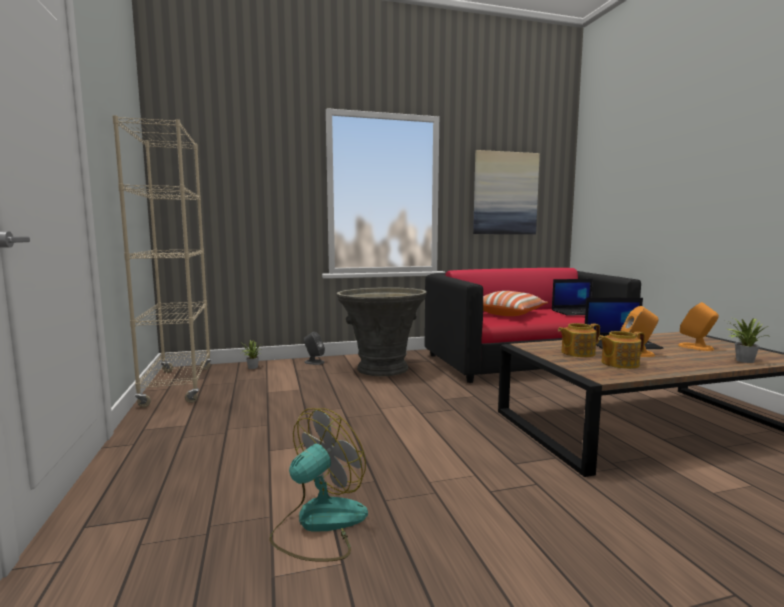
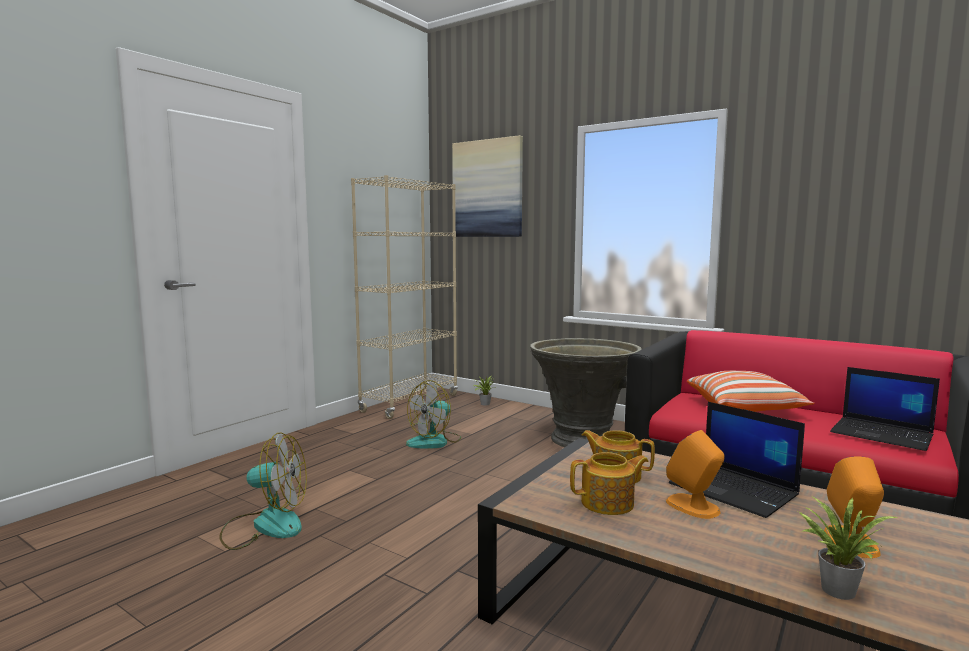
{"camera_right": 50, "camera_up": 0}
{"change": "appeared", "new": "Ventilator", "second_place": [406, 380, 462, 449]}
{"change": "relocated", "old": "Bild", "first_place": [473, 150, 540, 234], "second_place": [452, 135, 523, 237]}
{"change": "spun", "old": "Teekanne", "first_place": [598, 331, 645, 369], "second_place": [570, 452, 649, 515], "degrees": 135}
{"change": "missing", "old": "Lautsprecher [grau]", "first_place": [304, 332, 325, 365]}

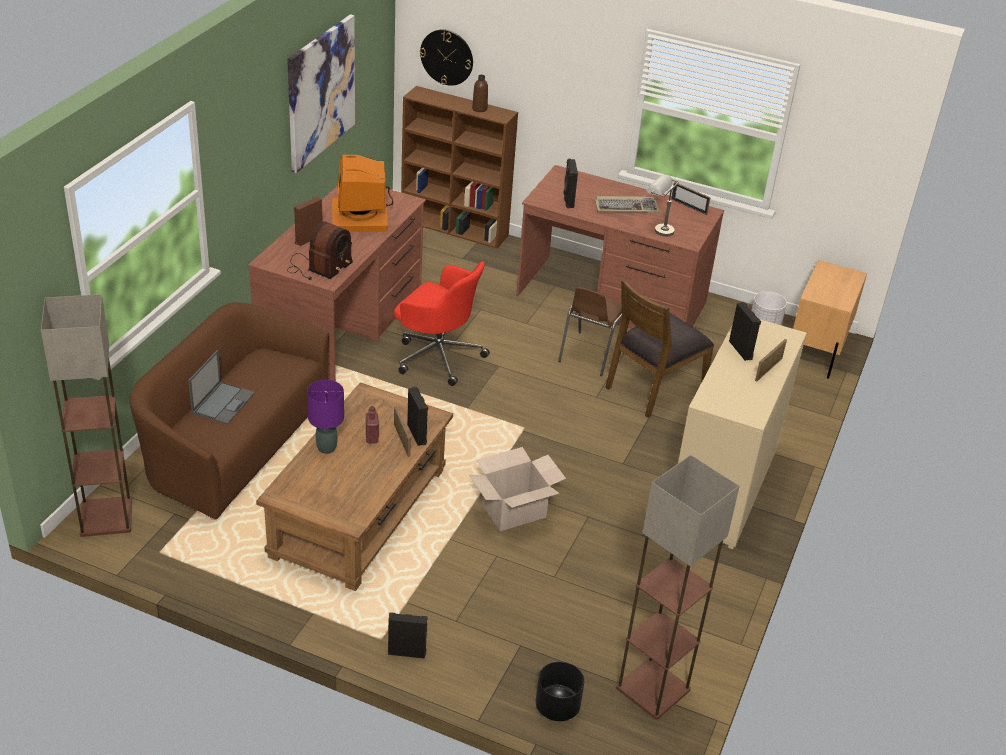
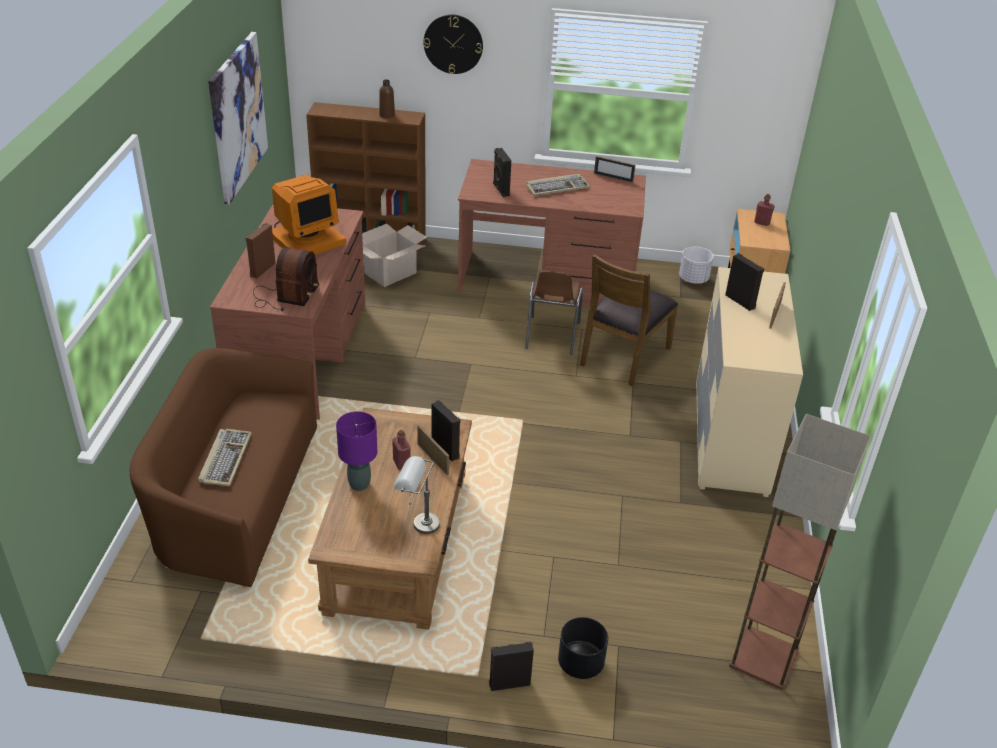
{"camera_right": -15, "camera_up": 0}
{"change": "exchanged", "old": "Laptop", "new": "Tastatur", "first_place": [188, 350, 255, 425], "second_place": [198, 429, 252, 486]}
{"change": "spun", "old": "Monitor", "first_place": [332, 155, 393, 232], "second_place": [272, 174, 346, 254], "degrees": -105}
{"change": "relocated", "old": "Karton", "first_place": [469, 447, 566, 531], "second_place": [362, 224, 427, 287]}
{"change": "relocated", "old": "Tischlampe [grau]", "first_place": [646, 175, 679, 236], "second_place": [394, 456, 440, 534]}
{"change": "relocated", "old": "Wanduhr", "first_place": [420, 29, 473, 86], "second_place": [424, 14, 483, 74]}
{"change": "relocated", "old": "Pflanzkübel [schwarz]", "first_place": [536, 661, 584, 721], "second_place": [558, 617, 608, 679]}
{"change": "appeared", "new": "Flasche [rot]", "second_place": [754, 194, 775, 226]}
{"change": "missing", "old": "Stehlampe", "first_place": [41, 294, 132, 537]}
{"change": "missing", "old": "Bürostuhl [rot]", "first_place": [394, 262, 490, 386]}

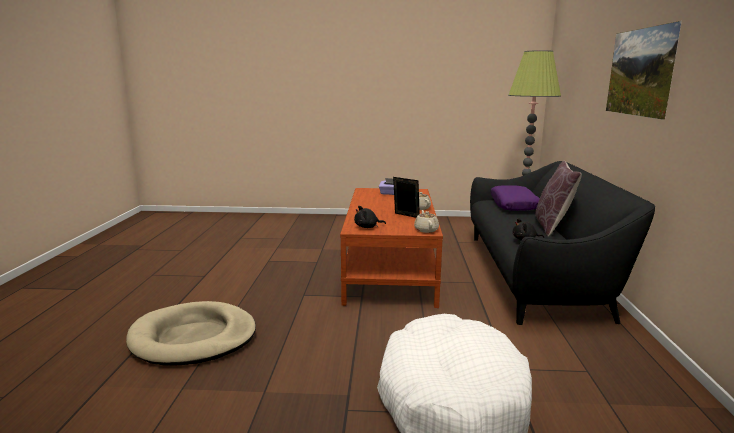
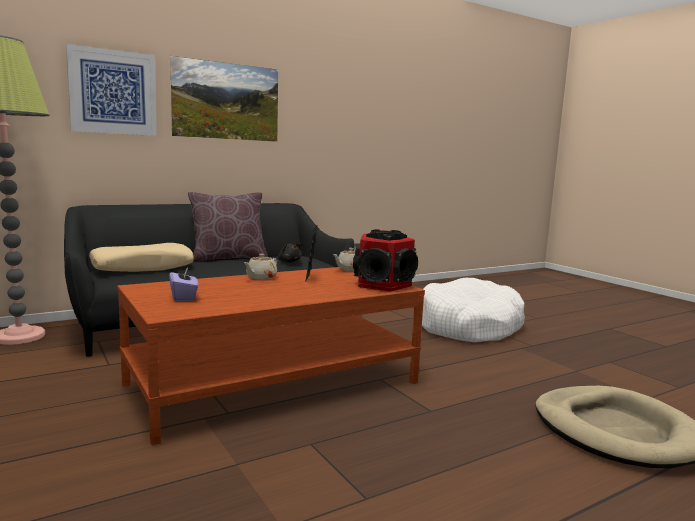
{"camera_right": -125, "camera_up": -5}
{"change": "appeared", "new": "Bild", "second_place": [66, 44, 157, 136]}
{"change": "colour", "old": "Kissen [lila]", "new": "Kissen [beige]", "first_place": [490, 185, 540, 211], "second_place": [89, 243, 194, 272]}
{"change": "exchanged", "old": "Plüschtier [schwarz]", "new": "Lautsprecher", "first_place": [354, 206, 386, 228], "second_place": [353, 229, 418, 292]}

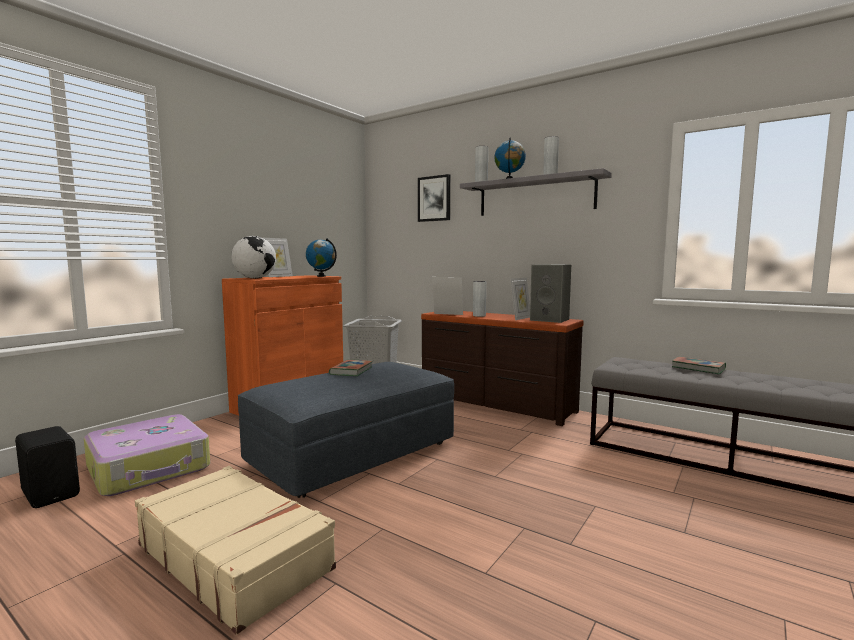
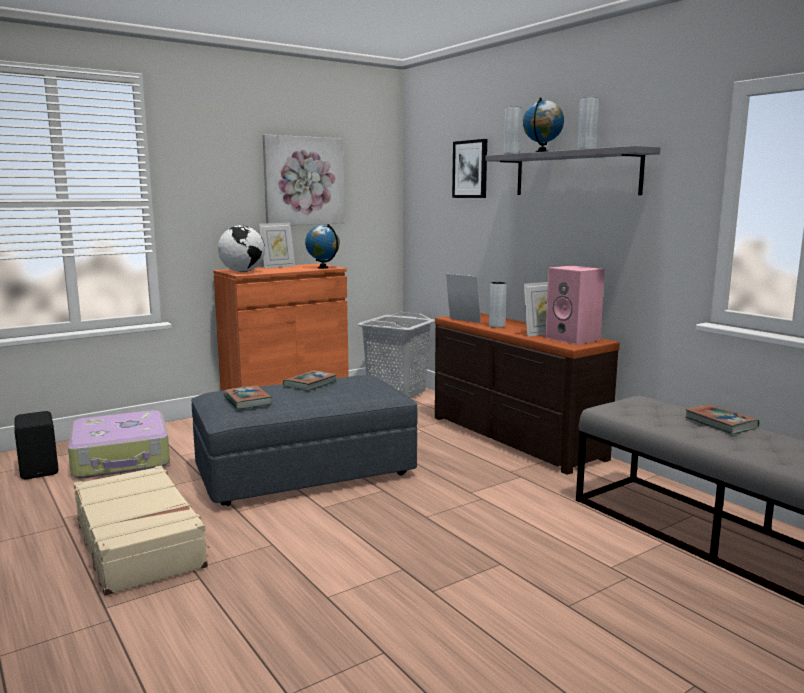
{"camera_right": 20, "camera_up": 5}
{"change": "appeared", "new": "Buch", "second_place": [224, 386, 272, 410]}
{"change": "appeared", "new": "Bild", "second_place": [263, 135, 344, 225]}
{"change": "colour", "old": "Lautsprecher [grau]", "new": "Lautsprecher [rosa]", "first_place": [530, 264, 571, 323], "second_place": [545, 265, 605, 345]}

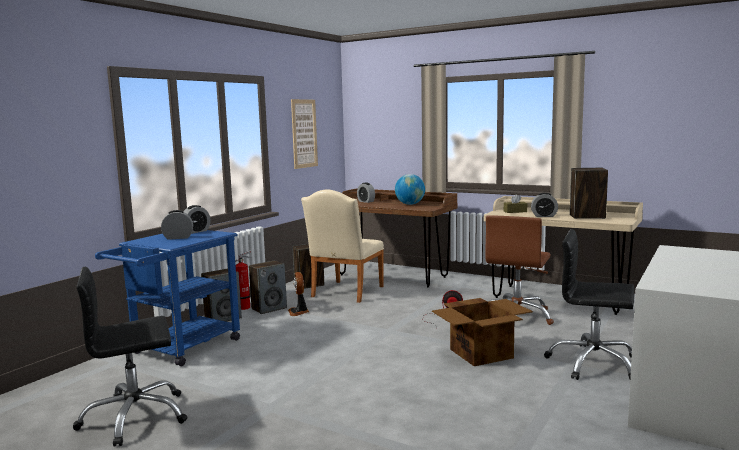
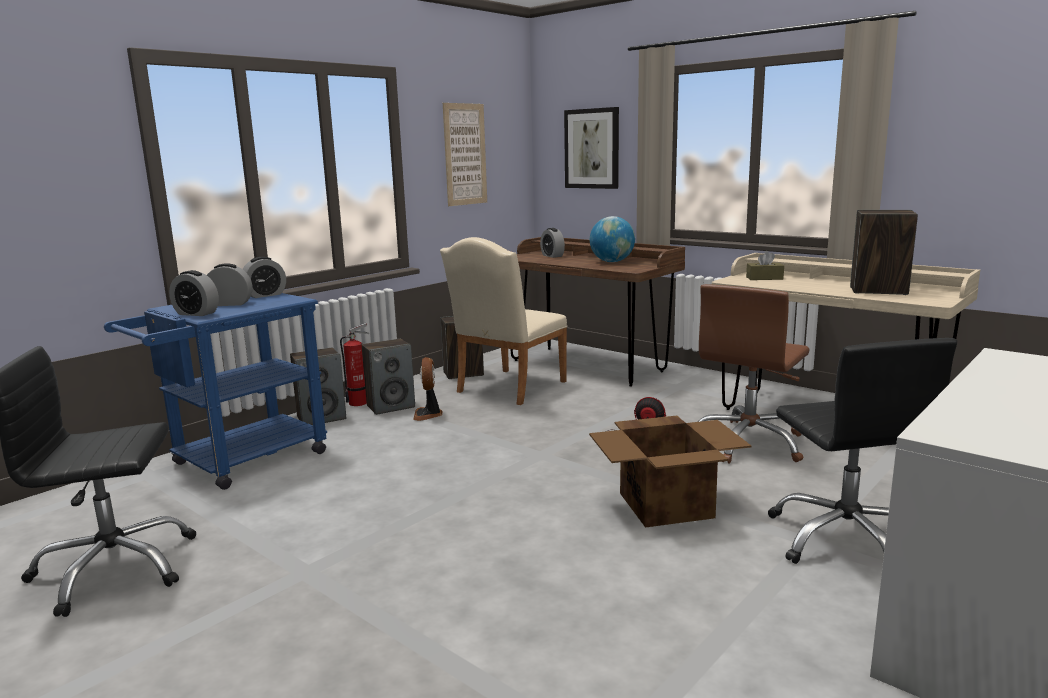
{"camera_right": 10, "camera_up": 5}
{"change": "relocated", "old": "Wecker", "first_place": [531, 193, 558, 217], "second_place": [169, 270, 219, 316]}
{"change": "appeared", "new": "Bild", "second_place": [564, 107, 619, 189]}
{"change": "spun", "old": "Bürostuhl [schwarz]", "first_place": [544, 229, 634, 380], "second_place": [768, 338, 957, 564], "degrees": -135}

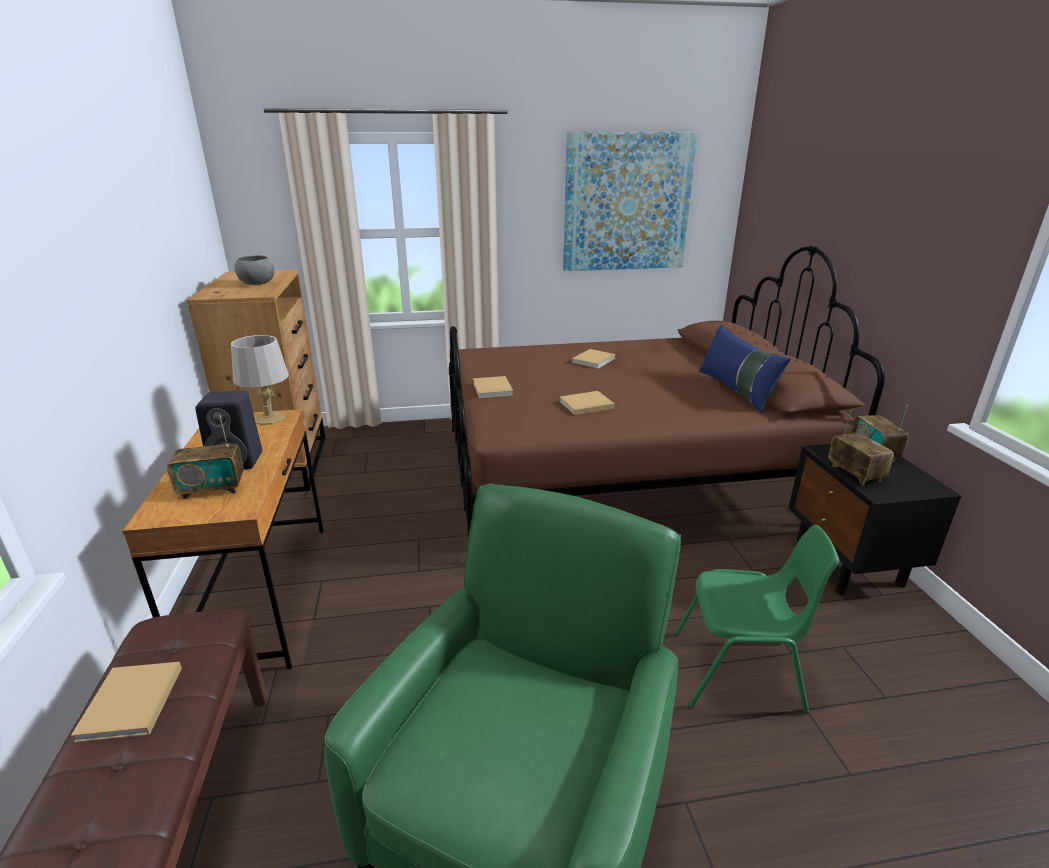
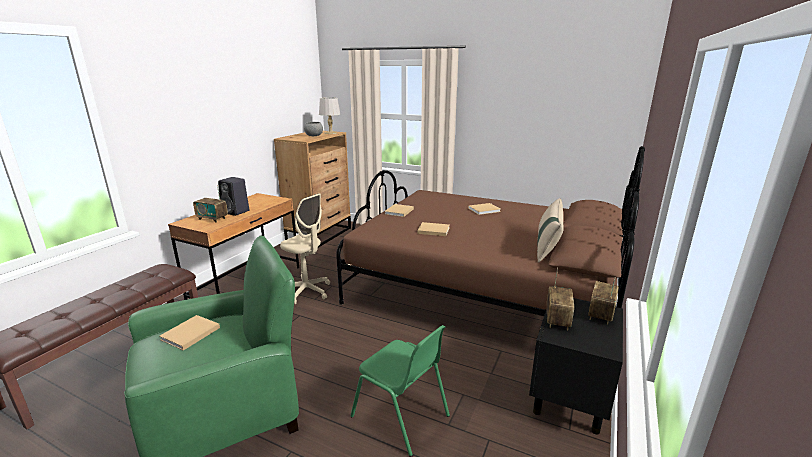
{"camera_right": 35, "camera_up": -5}
{"change": "relocated", "old": "Buch [beige]", "first_place": [71, 662, 182, 743], "second_place": [160, 315, 220, 350]}
{"change": "appeared", "new": "Bürostuhl [beige]", "second_place": [280, 193, 330, 304]}
{"change": "relocated", "old": "Tischlampe [grau]", "first_place": [231, 335, 289, 425], "second_place": [319, 97, 340, 134]}
{"change": "colour", "old": "Kissen [blau]", "new": "Kissen [beige]", "first_place": [699, 325, 791, 413], "second_place": [537, 198, 564, 263]}
{"change": "missing", "old": "Bild", "first_place": [563, 132, 698, 271]}

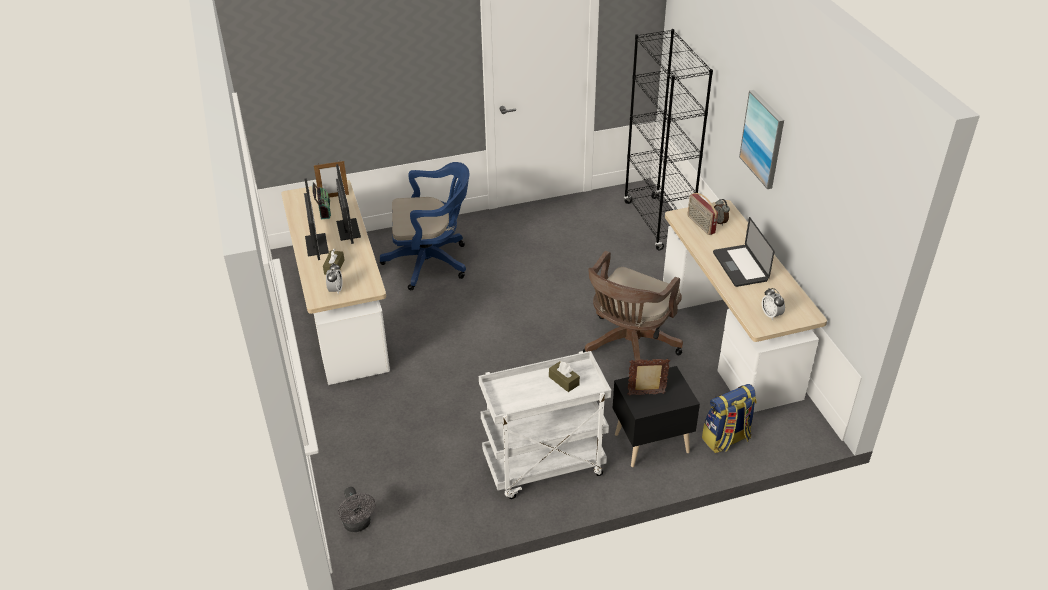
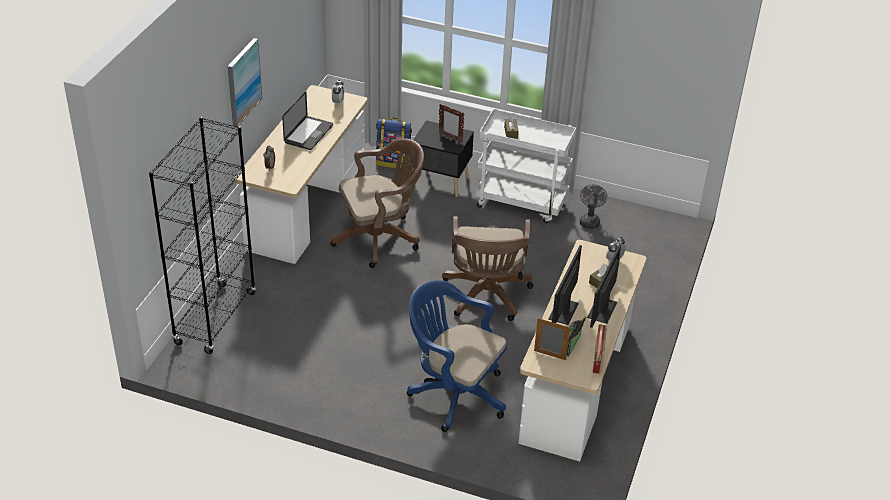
{"camera_right": -145, "camera_up": 0}
{"change": "appeared", "new": "Bürostuhl [braun]", "second_place": [442, 216, 533, 321]}
{"change": "relocated", "old": "Ventilator [grau]", "first_place": [338, 487, 375, 532], "second_place": [580, 184, 607, 229]}
{"change": "relocated", "old": "Radio", "first_place": [687, 193, 718, 235], "second_place": [593, 324, 607, 374]}

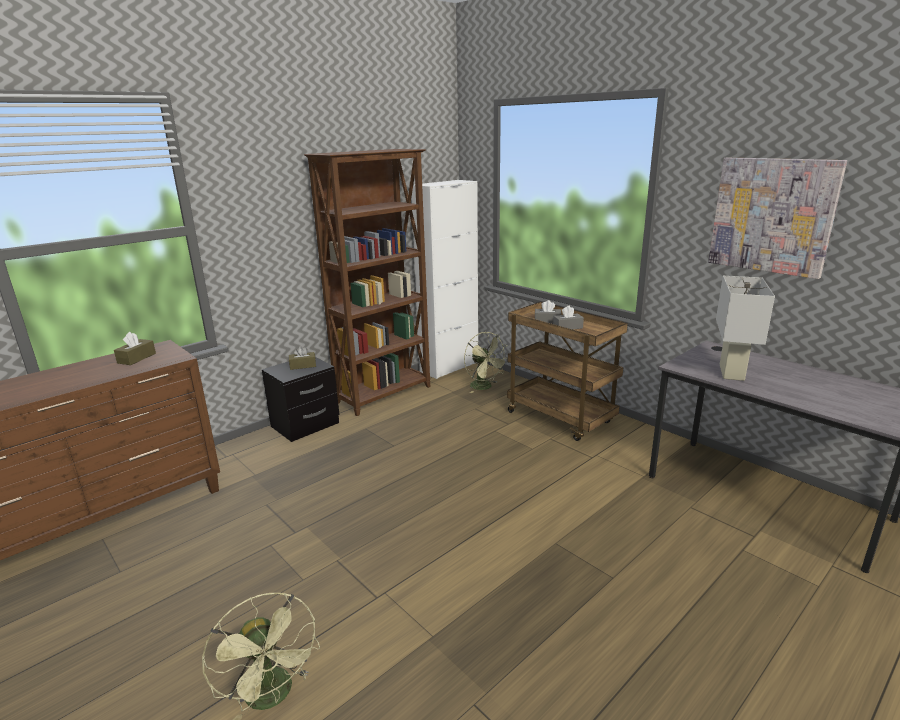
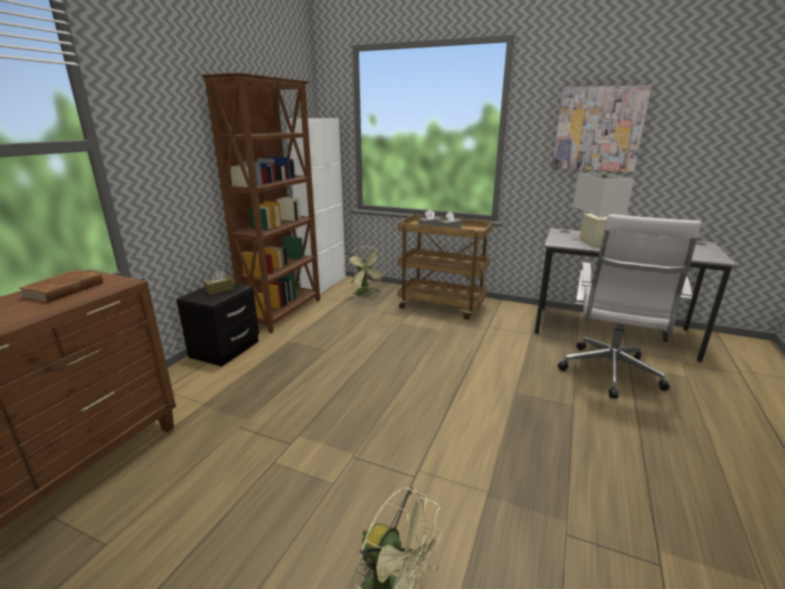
{"camera_right": -25, "camera_up": 0}
{"change": "exchanged", "old": "Taschentuchbox [braun]", "new": "Buch [braun]", "first_place": [114, 332, 156, 365], "second_place": [18, 270, 106, 303]}
{"change": "spun", "old": "Ventilator [grün]", "first_place": [464, 332, 508, 393], "second_place": [344, 246, 386, 296], "degrees": 45}
{"change": "appeared", "new": "Bürostuhl [weiß]", "second_place": [558, 214, 702, 399]}

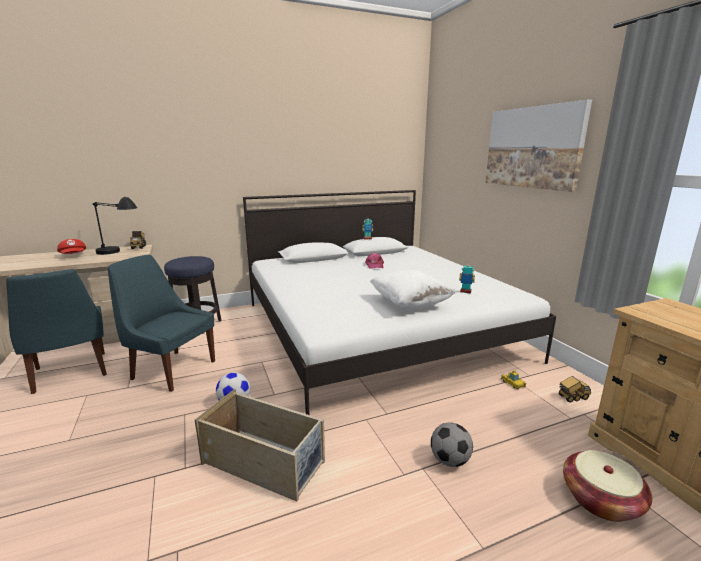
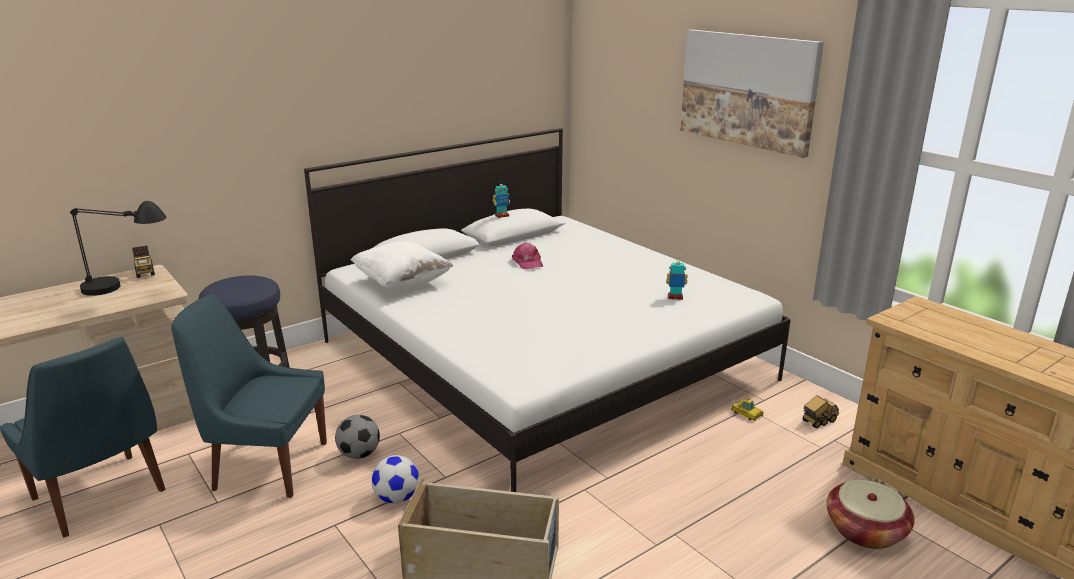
{"camera_right": -15, "camera_up": 5}
{"change": "relocated", "old": "Fußball", "first_place": [431, 422, 473, 467], "second_place": [335, 415, 380, 459]}
{"change": "relocated", "old": "Kissen [weiß]", "first_place": [370, 270, 455, 308], "second_place": [351, 241, 453, 289]}
{"change": "missing", "old": "Kappe [rot]", "first_place": [57, 239, 86, 254]}

